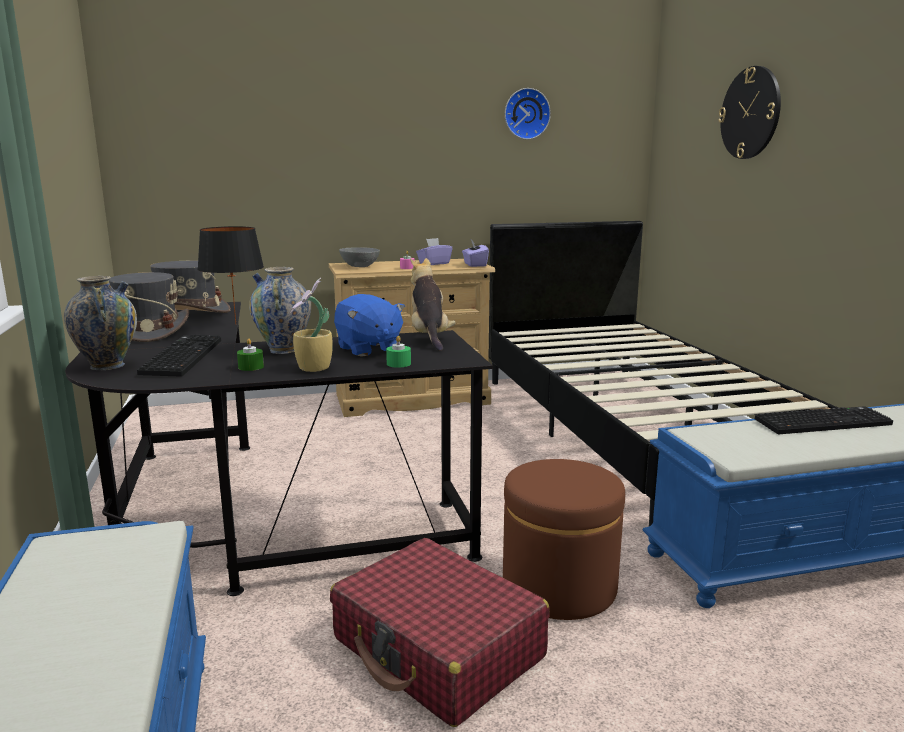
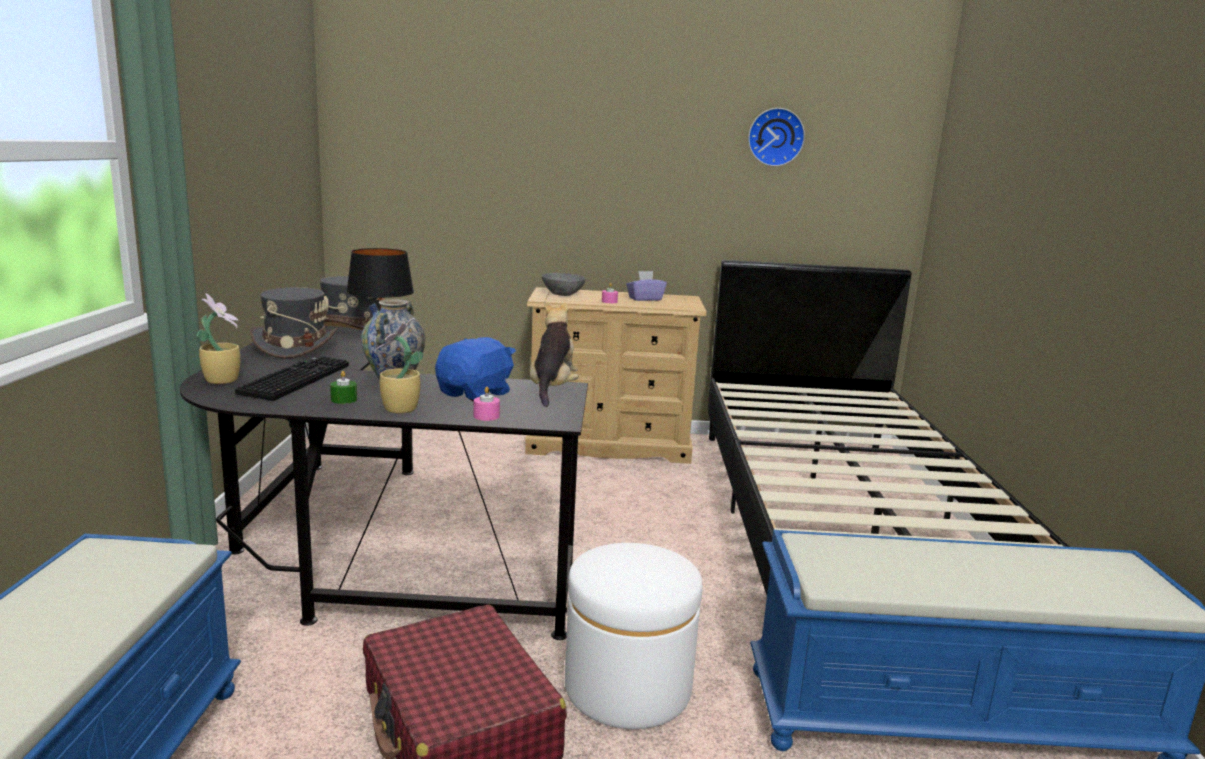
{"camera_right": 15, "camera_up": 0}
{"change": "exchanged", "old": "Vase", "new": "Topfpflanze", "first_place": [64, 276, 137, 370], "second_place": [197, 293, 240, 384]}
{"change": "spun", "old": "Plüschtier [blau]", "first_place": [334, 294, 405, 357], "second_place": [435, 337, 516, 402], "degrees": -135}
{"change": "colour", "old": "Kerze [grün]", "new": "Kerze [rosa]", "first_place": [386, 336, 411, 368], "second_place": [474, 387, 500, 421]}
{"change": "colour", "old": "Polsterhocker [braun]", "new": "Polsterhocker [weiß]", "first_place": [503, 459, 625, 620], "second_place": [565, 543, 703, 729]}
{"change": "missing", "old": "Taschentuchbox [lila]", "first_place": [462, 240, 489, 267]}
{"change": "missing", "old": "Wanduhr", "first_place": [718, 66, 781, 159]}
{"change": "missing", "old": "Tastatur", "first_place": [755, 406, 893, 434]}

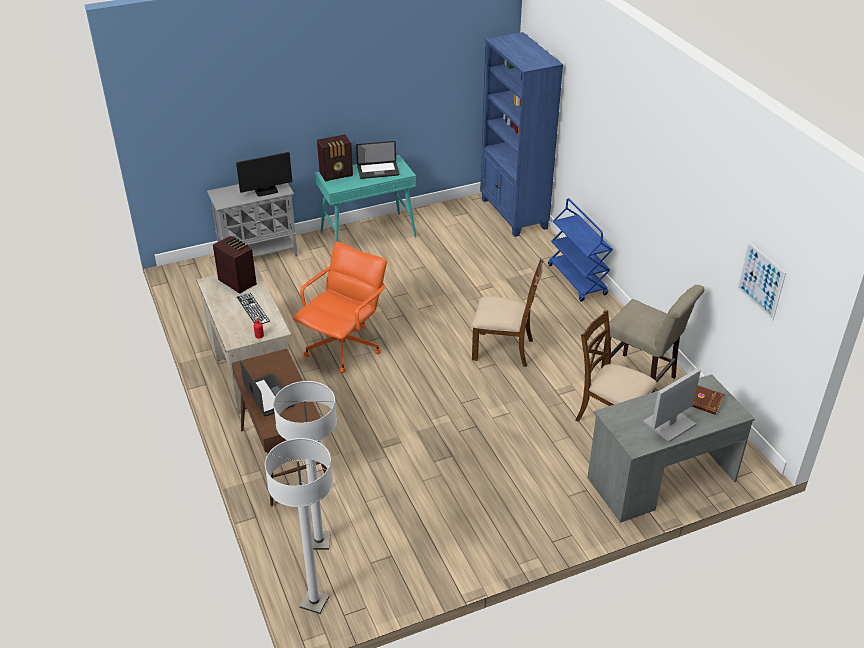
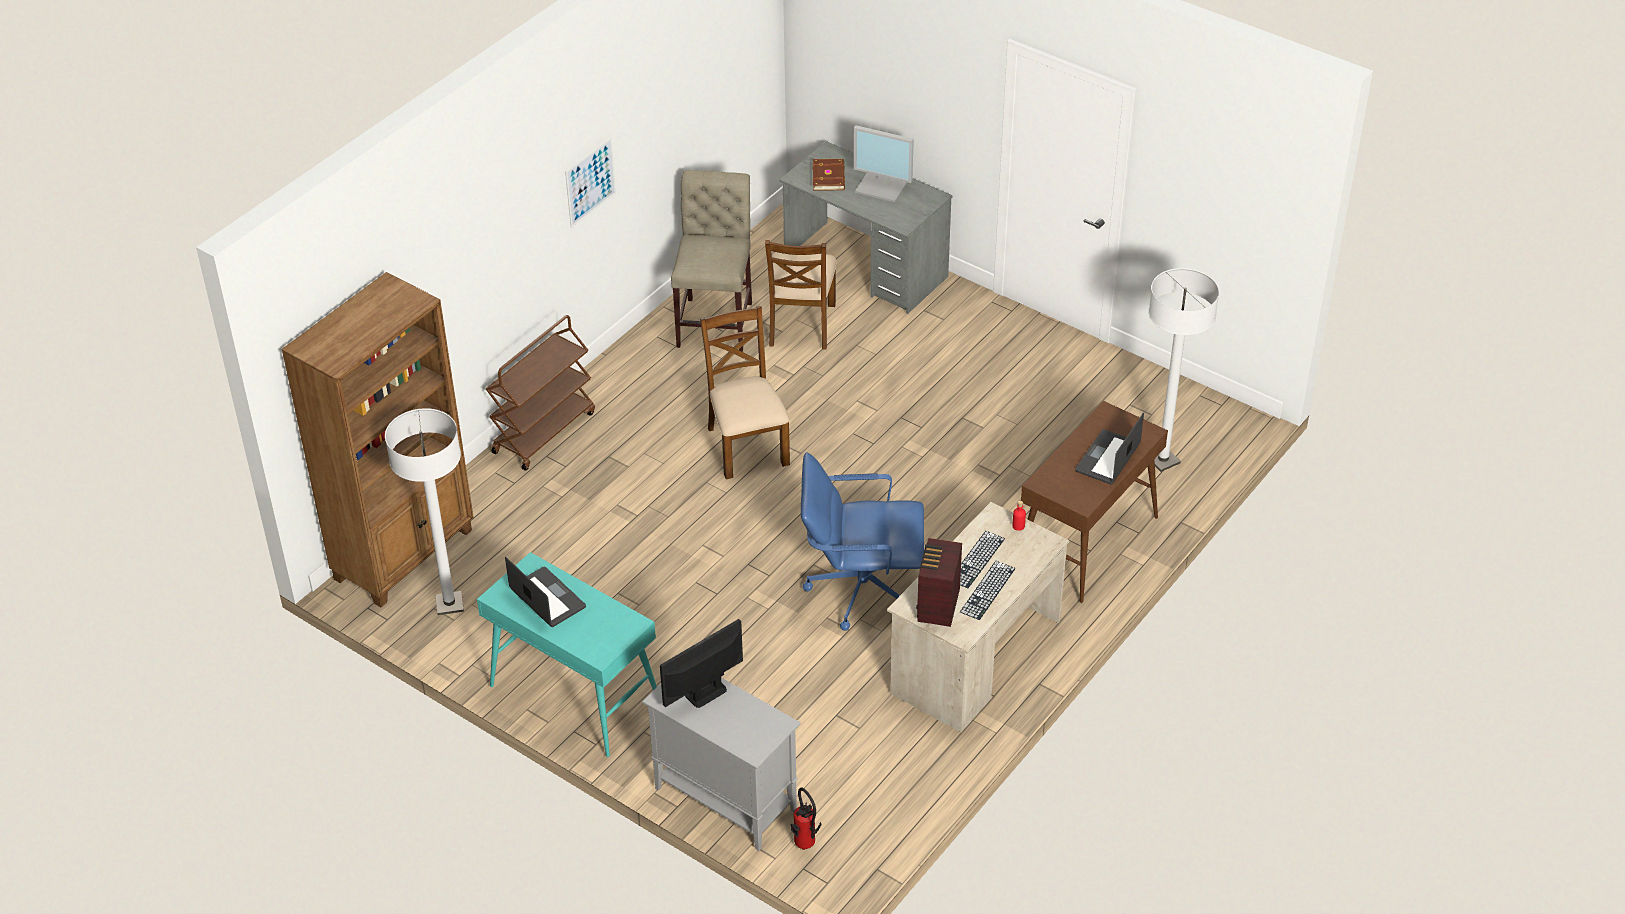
{"camera_right": -120, "camera_up": 5}
{"change": "colour", "old": "Bücherregal [blau]", "new": "Bücherregal [braun]", "first_place": [480, 32, 563, 237], "second_place": [281, 272, 474, 607]}
{"change": "relocated", "old": "Stehlampe [weiß]", "first_place": [265, 438, 333, 614], "second_place": [385, 408, 464, 615]}
{"change": "colour", "old": "Rollwagen [blau]", "new": "Rollwagen [braun]", "first_place": [548, 198, 613, 302], "second_place": [486, 315, 595, 471]}
{"change": "relocated", "old": "Bild", "first_place": [737, 242, 786, 320], "second_place": [565, 137, 616, 228]}
{"change": "spun", "old": "Monitor", "first_place": [236, 152, 292, 197], "second_place": [660, 619, 743, 708], "degrees": -75}
{"change": "appeared", "new": "Feuerlöscher", "second_place": [791, 788, 821, 850]}
{"change": "colour", "old": "Bürostuhl [orange]", "new": "Bürostuhl [blau]", "first_place": [293, 242, 387, 373], "second_place": [801, 453, 924, 631]}
{"change": "appeared", "new": "Tastatur", "second_place": [960, 561, 1015, 620]}
{"change": "missing", "old": "Radio", "first_place": [317, 135, 353, 182]}

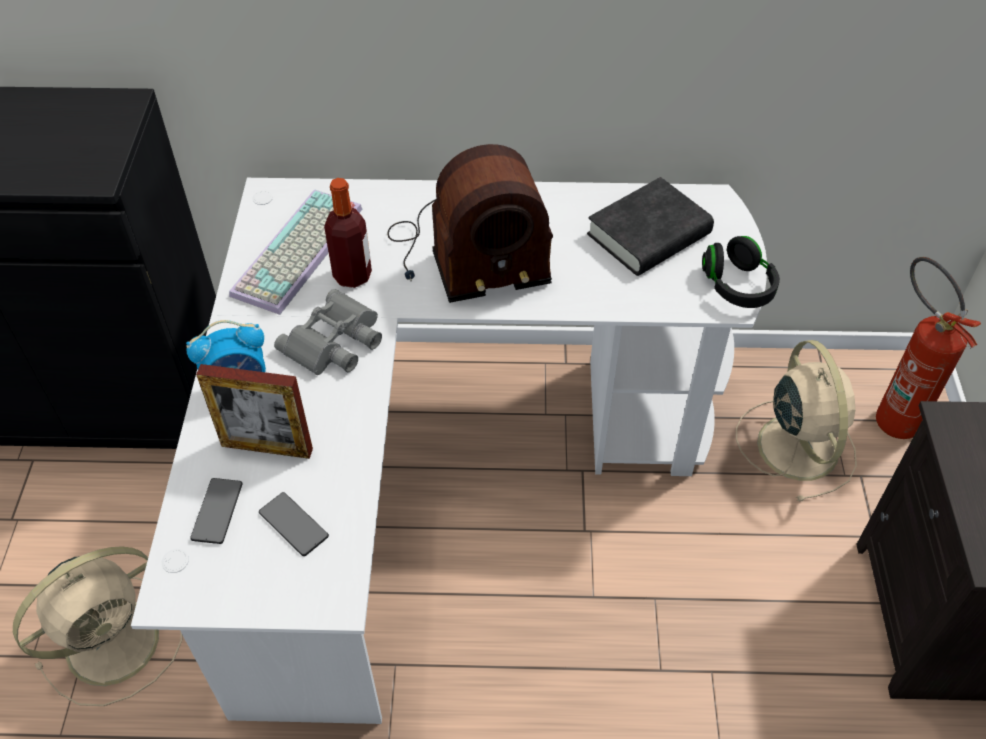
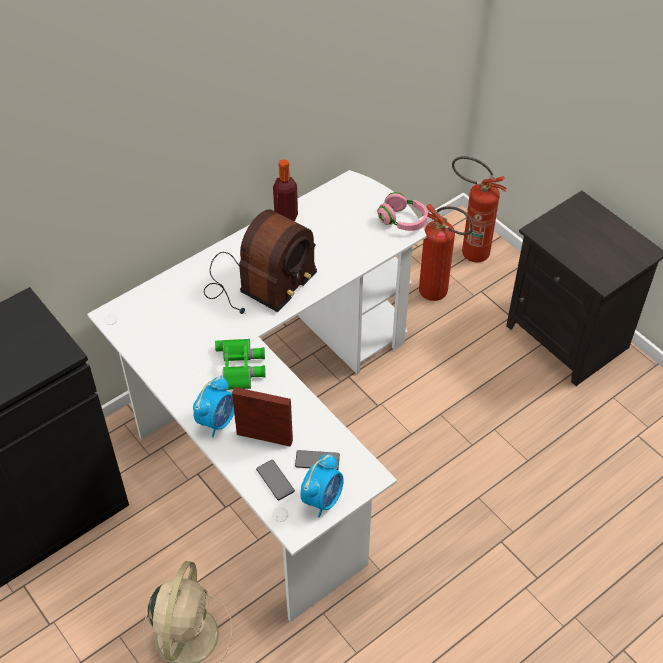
{"camera_right": -40, "camera_up": 0}
{"change": "colour", "old": "Fernglas [grau]", "new": "Fernglas [grün]", "first_place": [274, 289, 382, 375], "second_place": [215, 339, 265, 390]}
{"change": "spun", "old": "Bilderrahmen", "first_place": [196, 364, 313, 459], "second_place": [232, 387, 293, 447], "degrees": -135}
{"change": "relocated", "old": "Flasche", "first_place": [324, 178, 372, 288], "second_place": [273, 159, 298, 221]}
{"change": "appeared", "new": "Wecker", "second_place": [300, 453, 344, 518]}
{"change": "colour", "old": "Kopfhörer [schwarz]", "new": "Kopfhörer [rosa]", "first_place": [702, 236, 780, 308], "second_place": [378, 192, 428, 231]}
{"change": "exchanged", "old": "Ventilator [beige]", "new": "Feuerlöscher", "first_place": [736, 340, 857, 502], "second_place": [419, 204, 474, 301]}
{"change": "missing", "old": "Tastatur", "first_place": [229, 189, 362, 315]}
{"change": "missing", "old": "Buch [schwarz]", "first_place": [587, 177, 714, 276]}

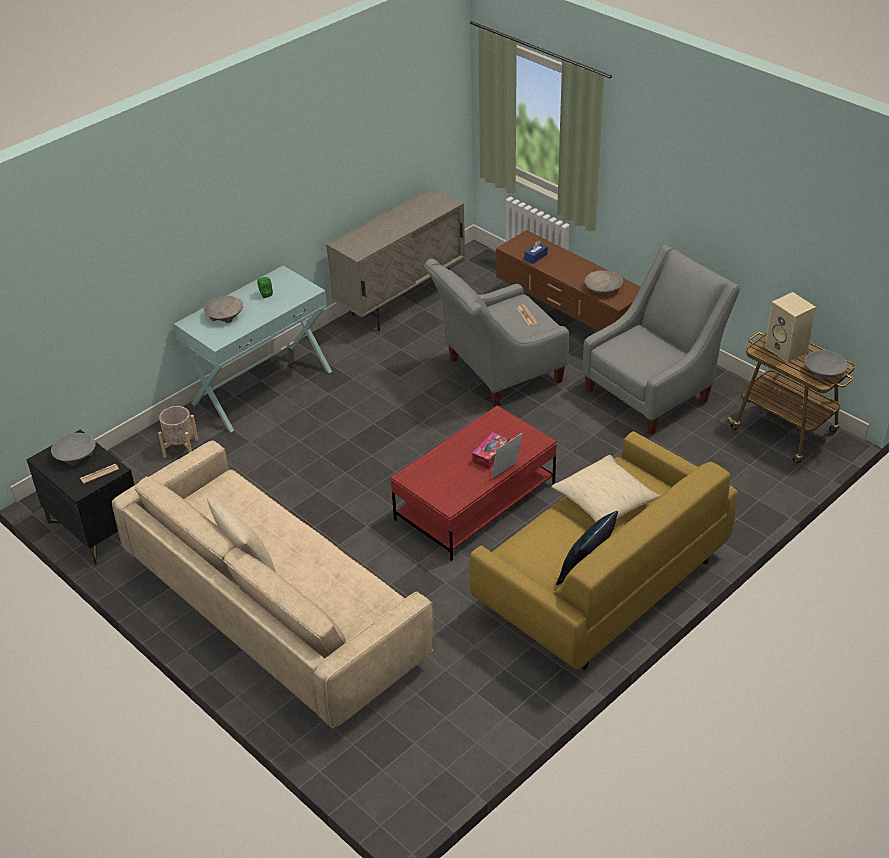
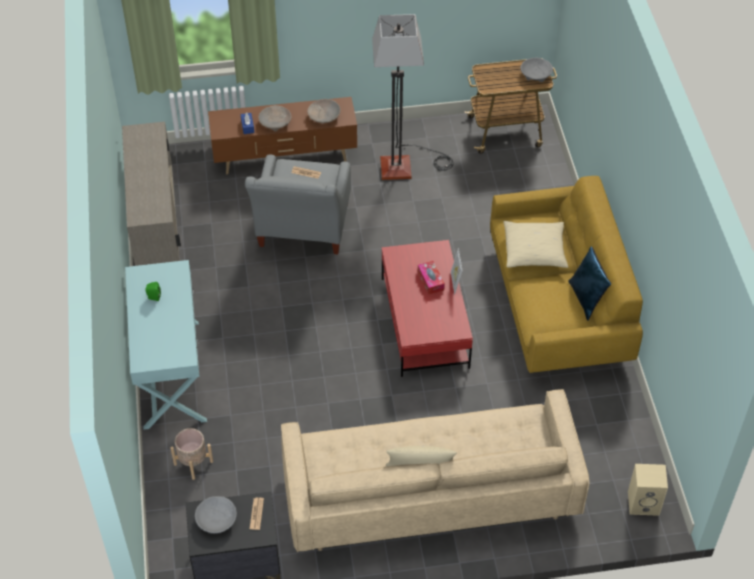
{"camera_right": -55, "camera_up": 10}
{"change": "relocated", "old": "Schüssel [beige]", "first_place": [204, 296, 243, 323], "second_place": [258, 105, 292, 131]}
{"change": "exchanged", "old": "Sessel [grau]", "new": "Stehlampe", "first_place": [582, 245, 741, 435], "second_place": [372, 14, 454, 180]}
{"change": "relocated", "old": "Lautsprecher [beige]", "first_place": [765, 292, 816, 362], "second_place": [628, 464, 668, 516]}

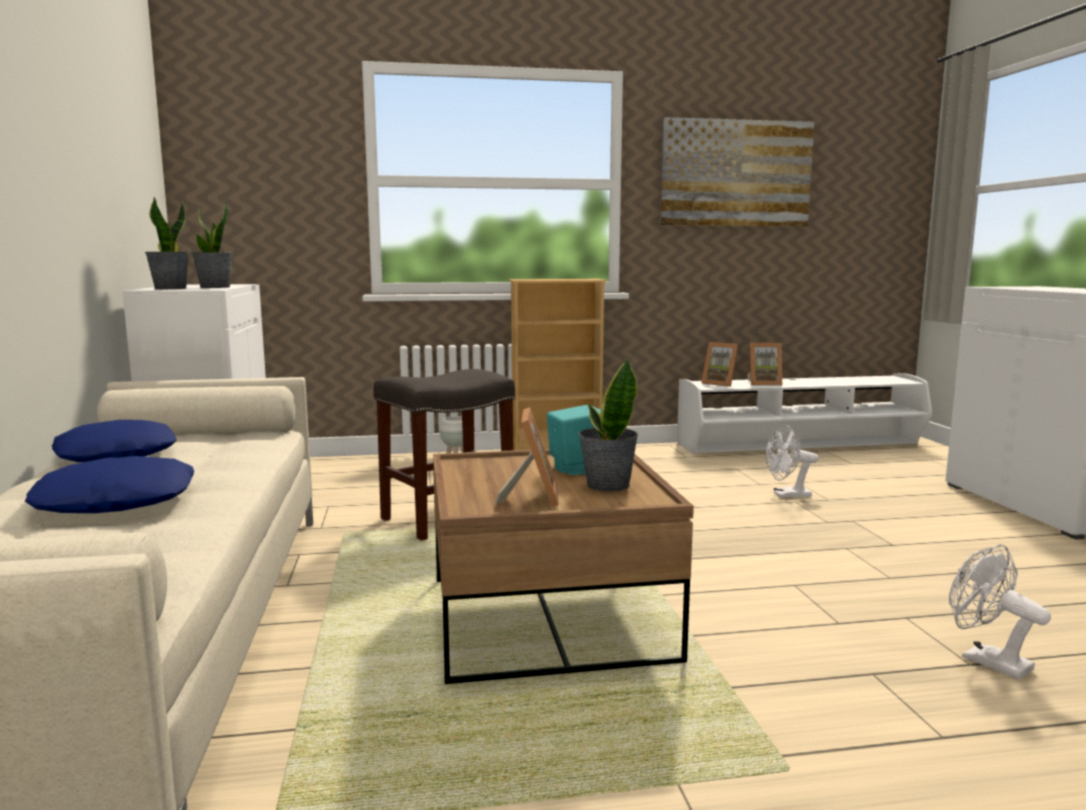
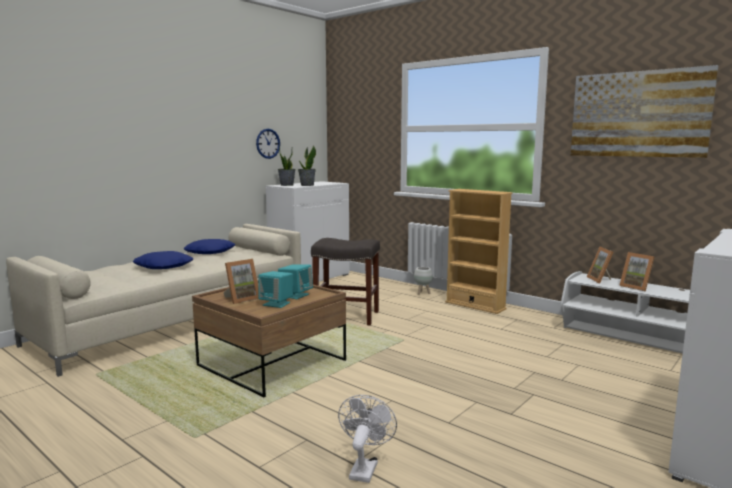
{"camera_right": 50, "camera_up": 0}
{"change": "appeared", "new": "Wanduhr", "second_place": [256, 129, 280, 159]}
{"change": "exchanged", "old": "Topfpflanze", "new": "Lautsprecher [türkis]", "first_place": [578, 359, 638, 492], "second_place": [258, 271, 293, 308]}
{"change": "missing", "old": "Ventilator [weiß]", "first_place": [766, 425, 819, 498]}

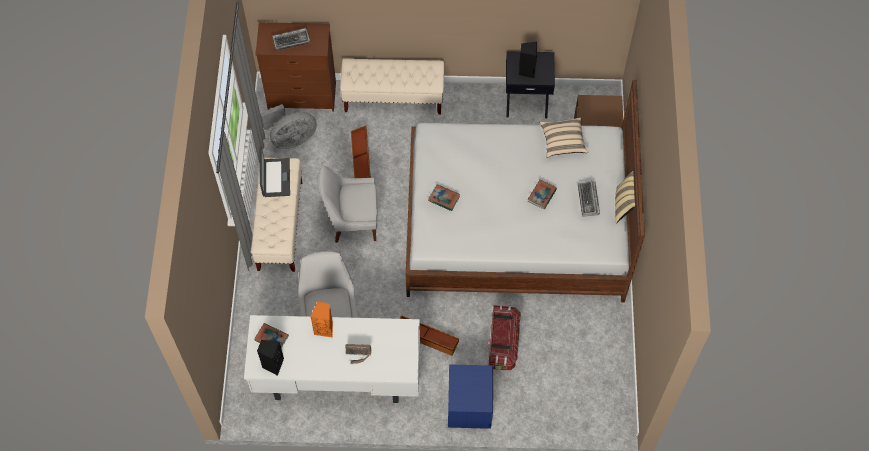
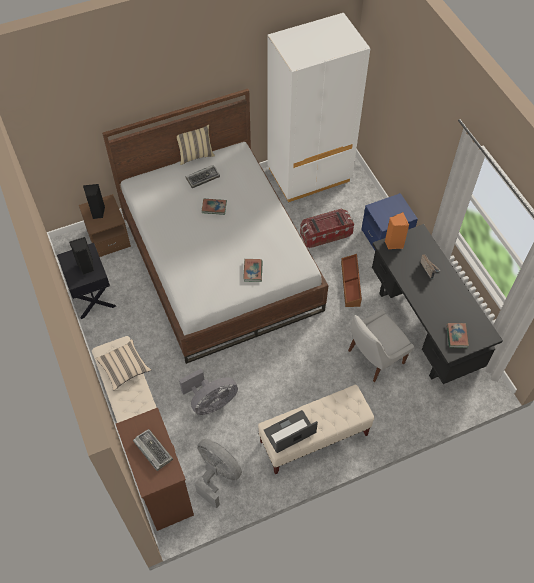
{"camera_right": -115, "camera_up": -5}
{"change": "relocated", "old": "Lautsprecher [schwarz]", "first_place": [257, 340, 284, 376], "second_place": [83, 184, 105, 219]}
{"change": "relocated", "old": "Kissen [beige]", "first_place": [540, 117, 588, 158], "second_place": [96, 339, 151, 390]}
{"change": "exchanged", "old": "Aufbewahrungsbox [braun]", "new": "Ventilator [grau]", "first_place": [351, 126, 371, 178], "second_place": [179, 369, 238, 415]}
{"change": "appeared", "new": "Kleiderschrank [weiß]", "second_place": [267, 13, 371, 202]}
{"change": "colour", "old": "Schreibtisch [weiß]", "new": "Schreibtisch [schwarz]", "first_place": [244, 315, 420, 403], "second_place": [372, 224, 503, 384]}
{"change": "relocated", "old": "Lautsprecher [orange]", "first_place": [311, 302, 333, 338], "second_place": [385, 212, 409, 250]}
{"change": "missing", "old": "Stuhl [weiß]", "first_place": [318, 165, 377, 243]}

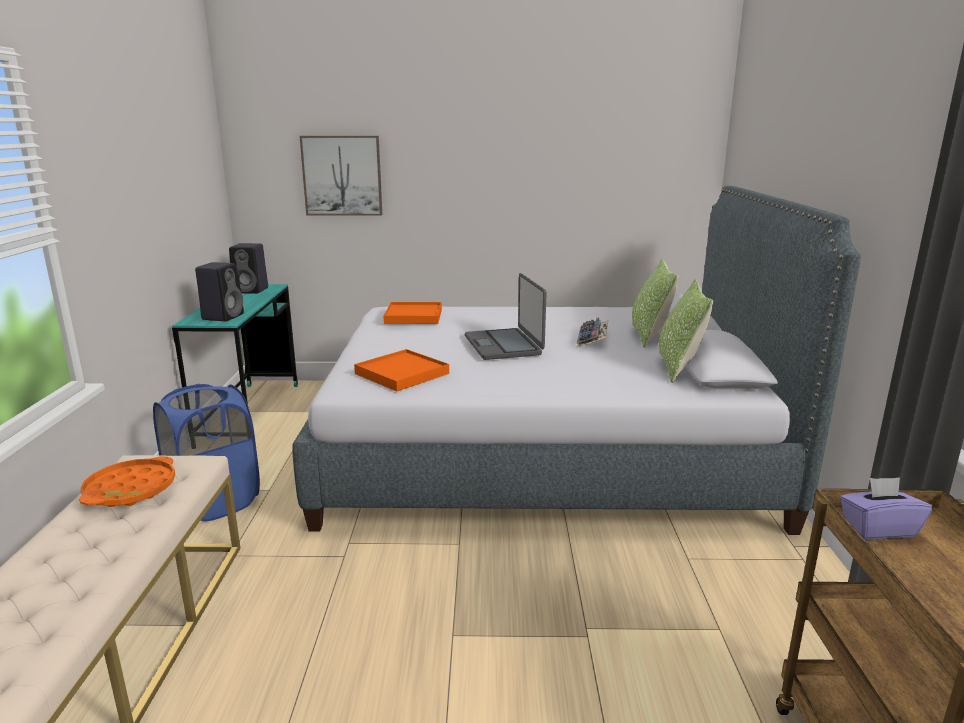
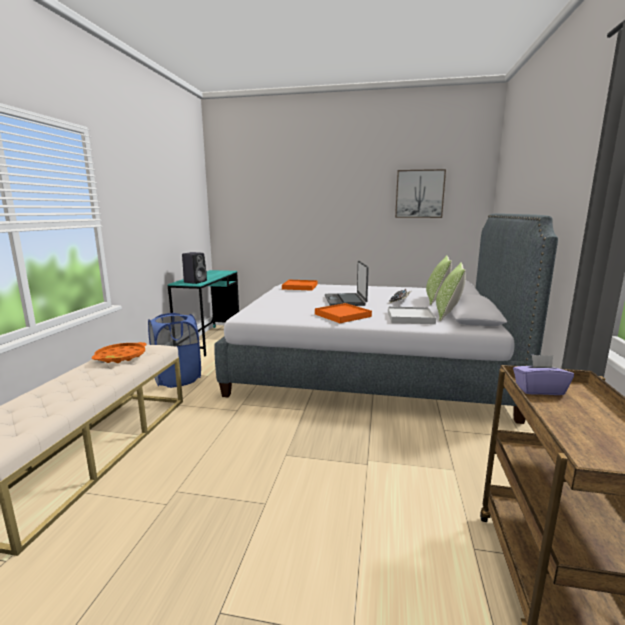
{"camera_right": 10, "camera_up": -5}
{"change": "relocated", "old": "Tablett [orange]", "first_place": [354, 349, 449, 391], "second_place": [315, 303, 372, 323]}
{"change": "appeared", "new": "Tablett [weiß]", "second_place": [388, 306, 436, 324]}
{"change": "relocated", "old": "Bild", "first_place": [300, 136, 382, 216], "second_place": [395, 169, 446, 218]}
{"change": "missing", "old": "Lautsprecher [schwarz]", "first_place": [229, 243, 268, 294]}

